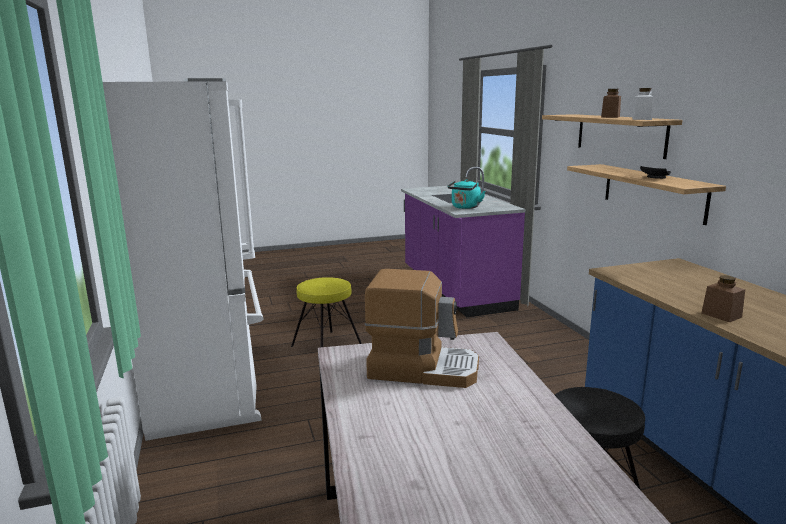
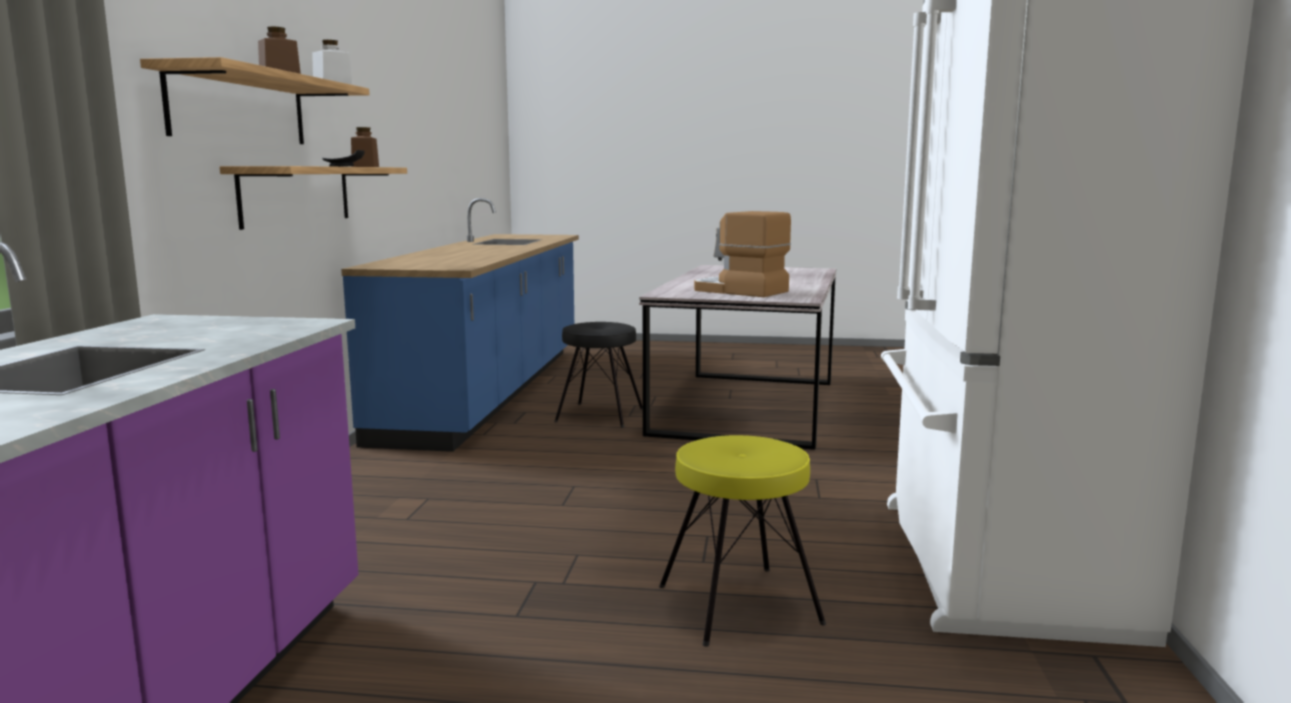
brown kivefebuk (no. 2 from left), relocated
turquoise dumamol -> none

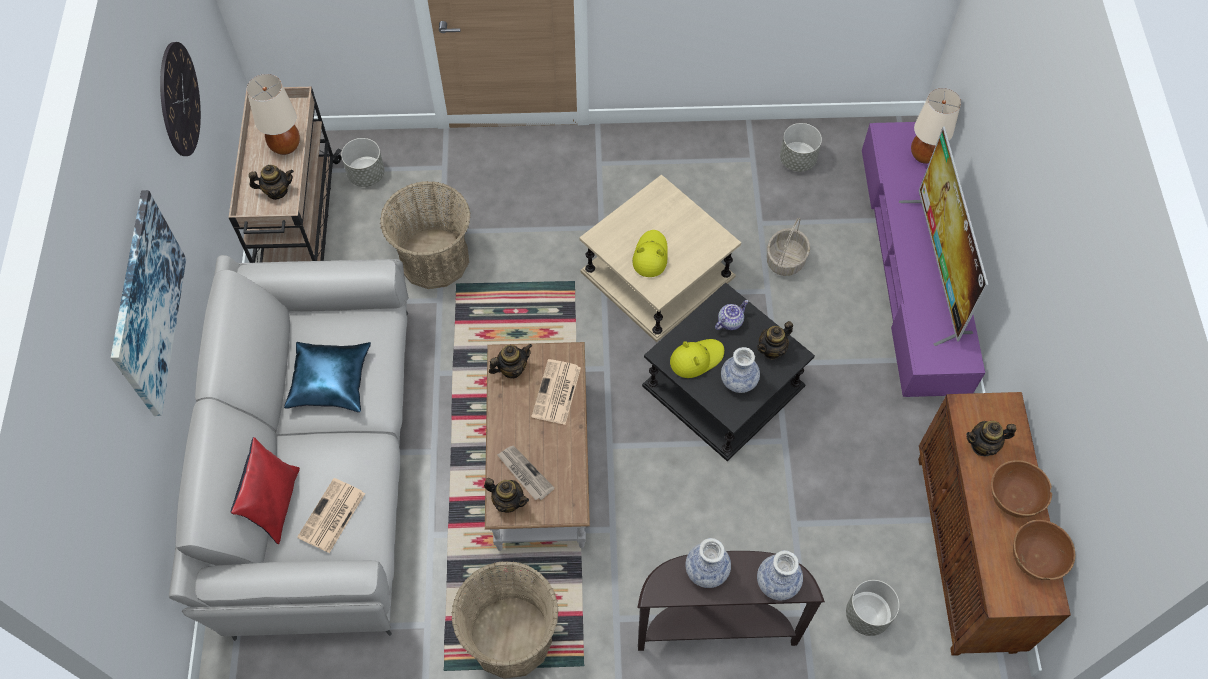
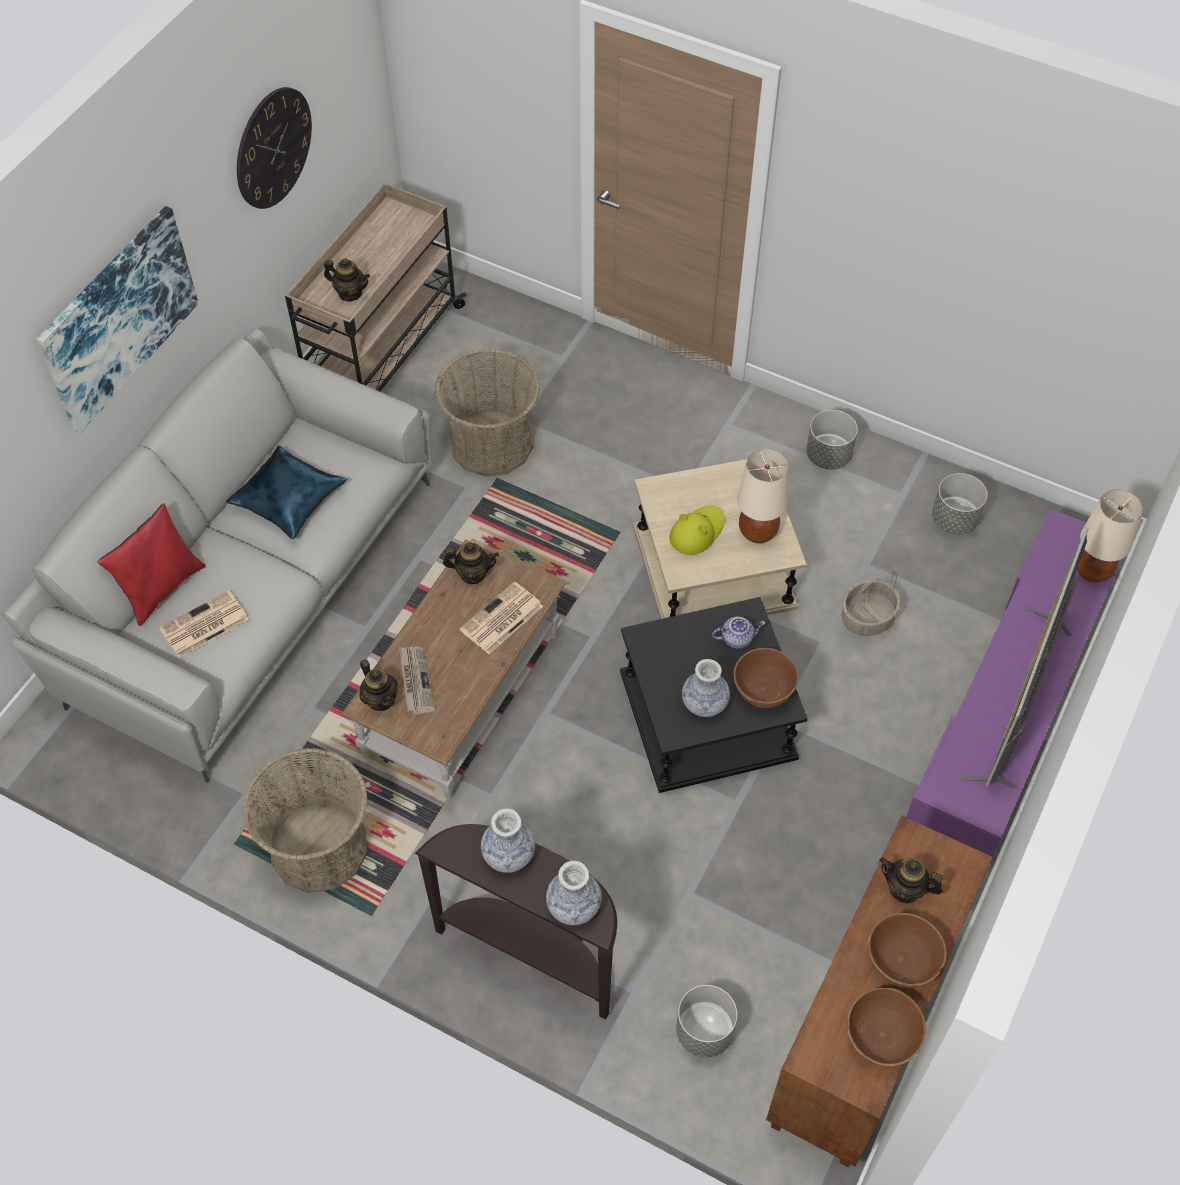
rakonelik (no. 5 from left) -> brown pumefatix (no. 1 from left)
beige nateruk (no. 1 from left), relocated
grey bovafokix (no. 1 from left in the first image) -> grey bovafokix (no. 2 from left), relocated
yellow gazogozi (no. 2 from left) -> none

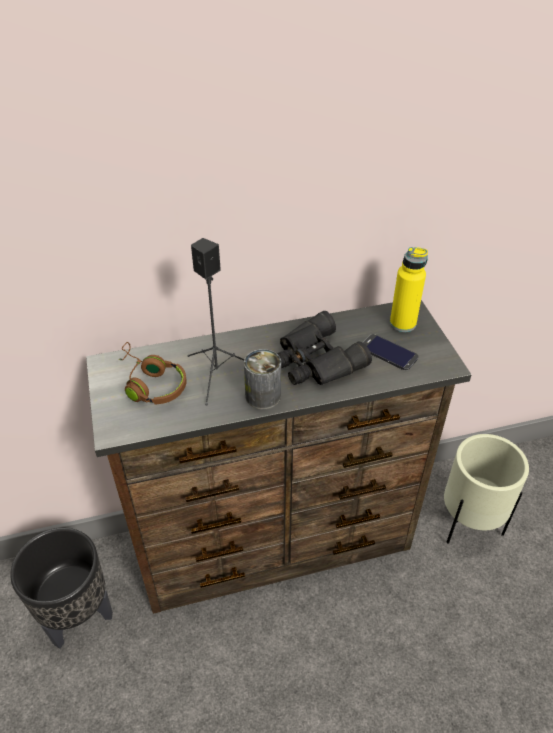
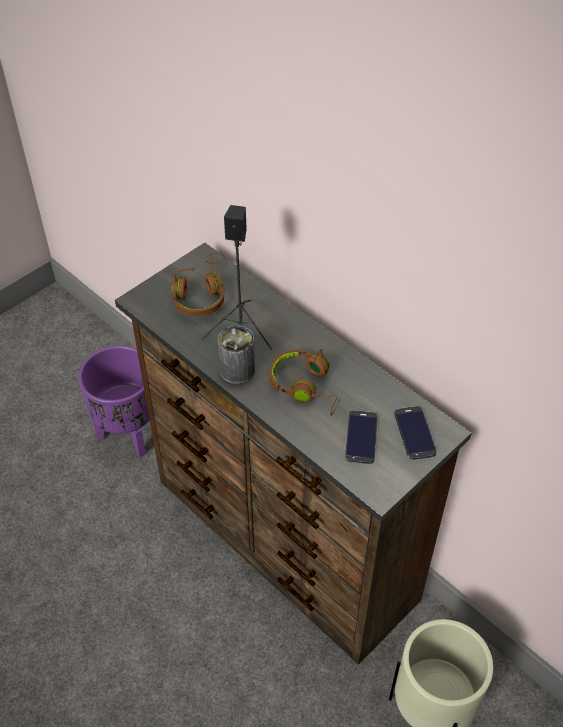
black bovafokix -> purple bovafokix
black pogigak -> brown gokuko (no. 2 from left)
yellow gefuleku -> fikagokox (no. 2 from left)

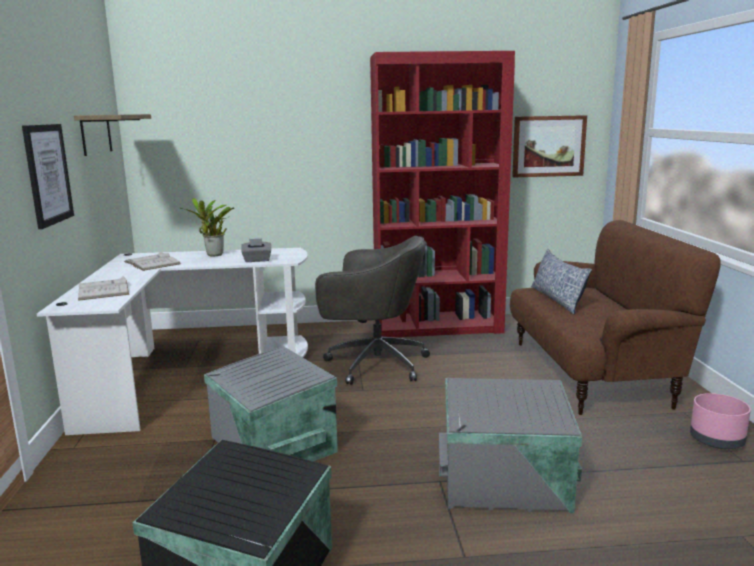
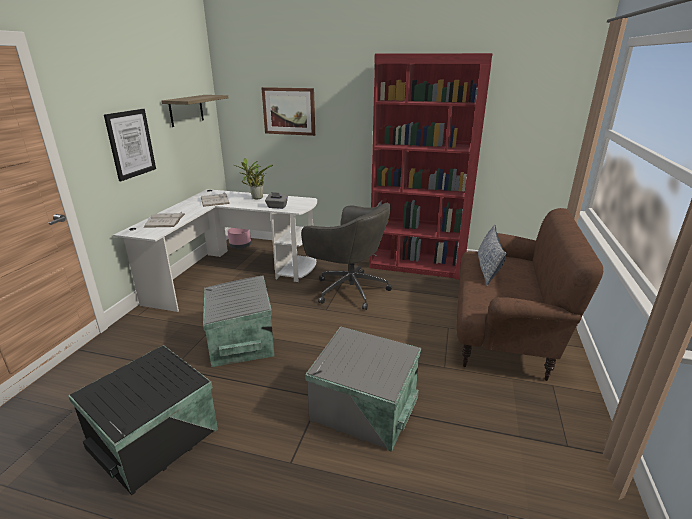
pink bovafokix, relocated
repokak (no. 2 from left), relocated

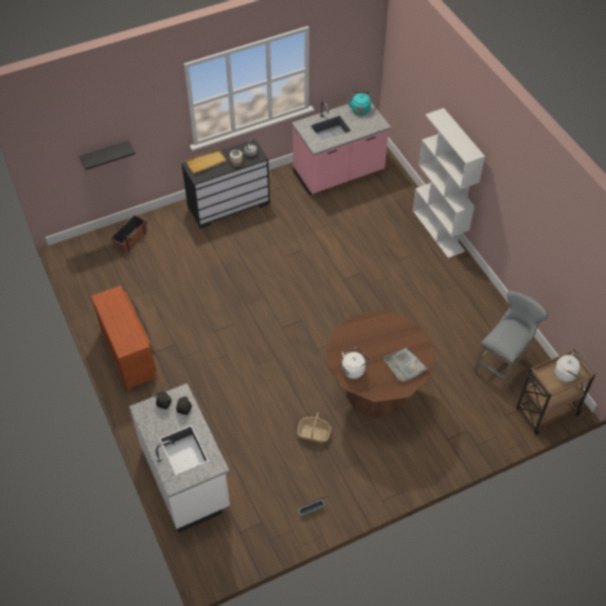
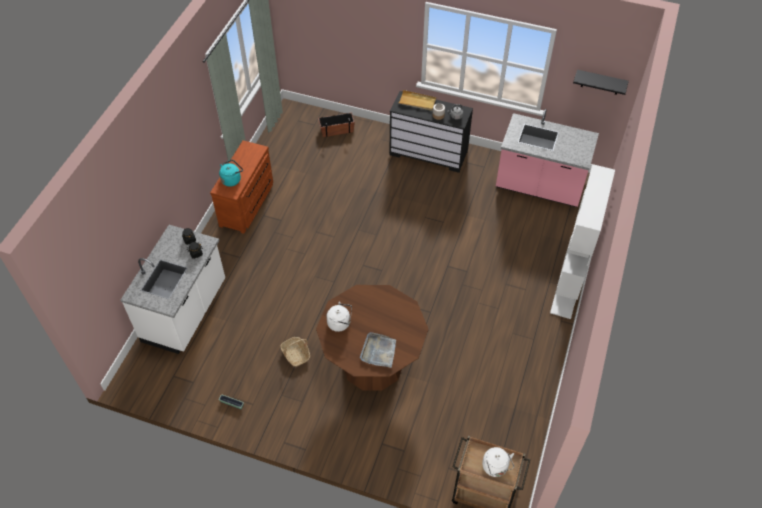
turquoise dumamol, relocated
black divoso, relocated
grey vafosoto -> none

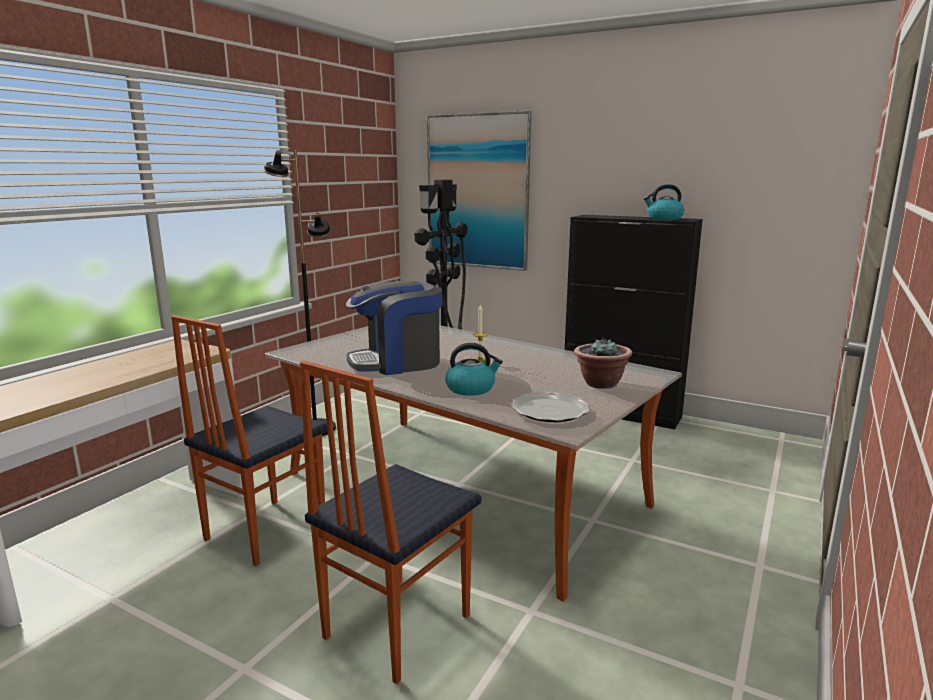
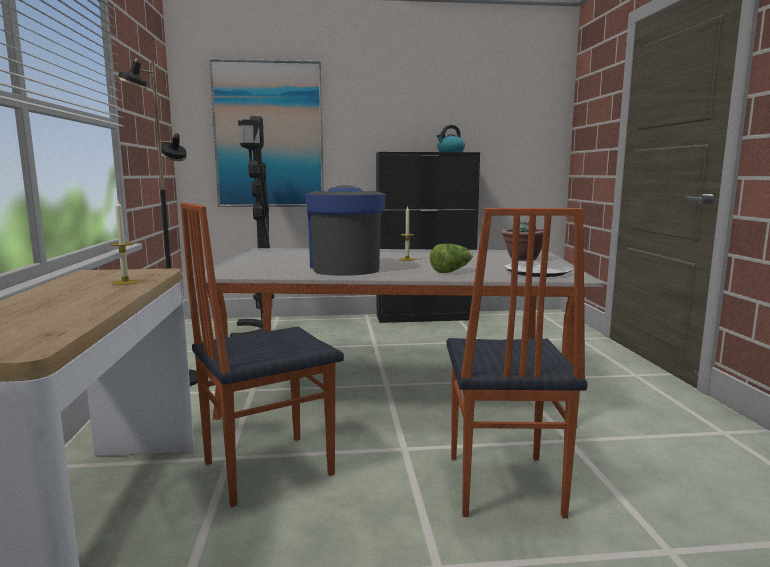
none -> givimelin (no. 1 from left)
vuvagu (no. 1 from left), 60 degrees clockwise
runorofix, 135 degrees clockwise
dumamol (no. 1 from left) -> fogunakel

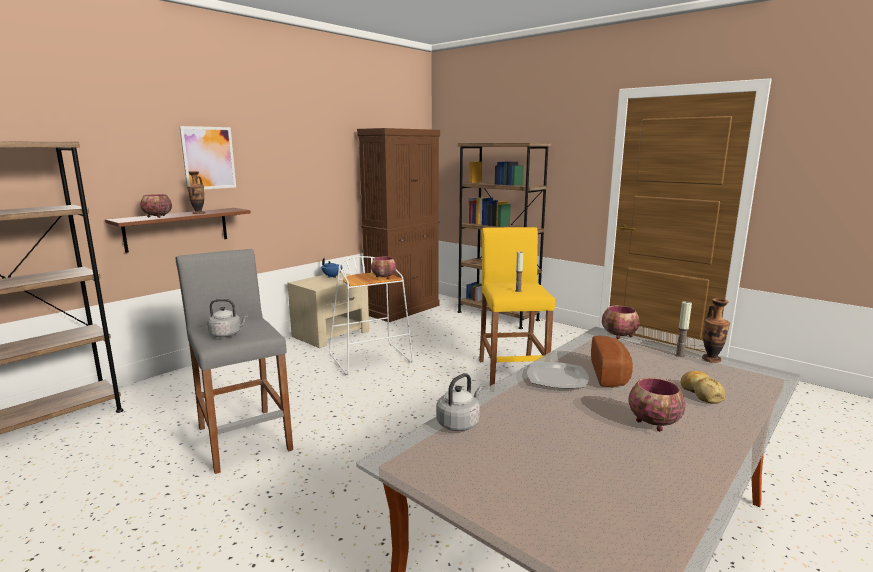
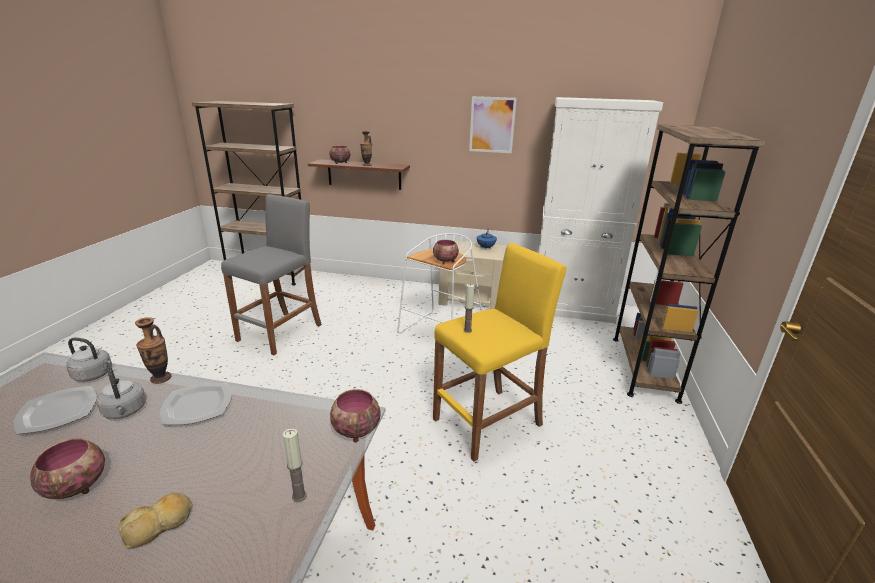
none -> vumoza (no. 1 from left)
grey dumamol (no. 1 from left in the first image) -> grey dumamol (no. 2 from left), relocated
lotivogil (no. 2 from left in the first image) -> lotivogil (no. 1 from left), relocated
repokak, relocated
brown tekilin -> white tekilin
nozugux (no. 1 from left) -> none

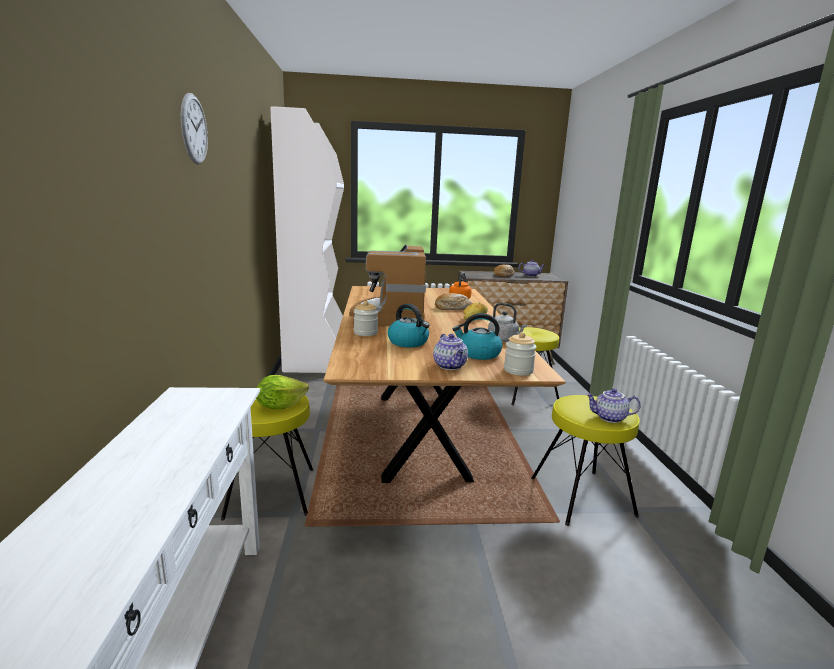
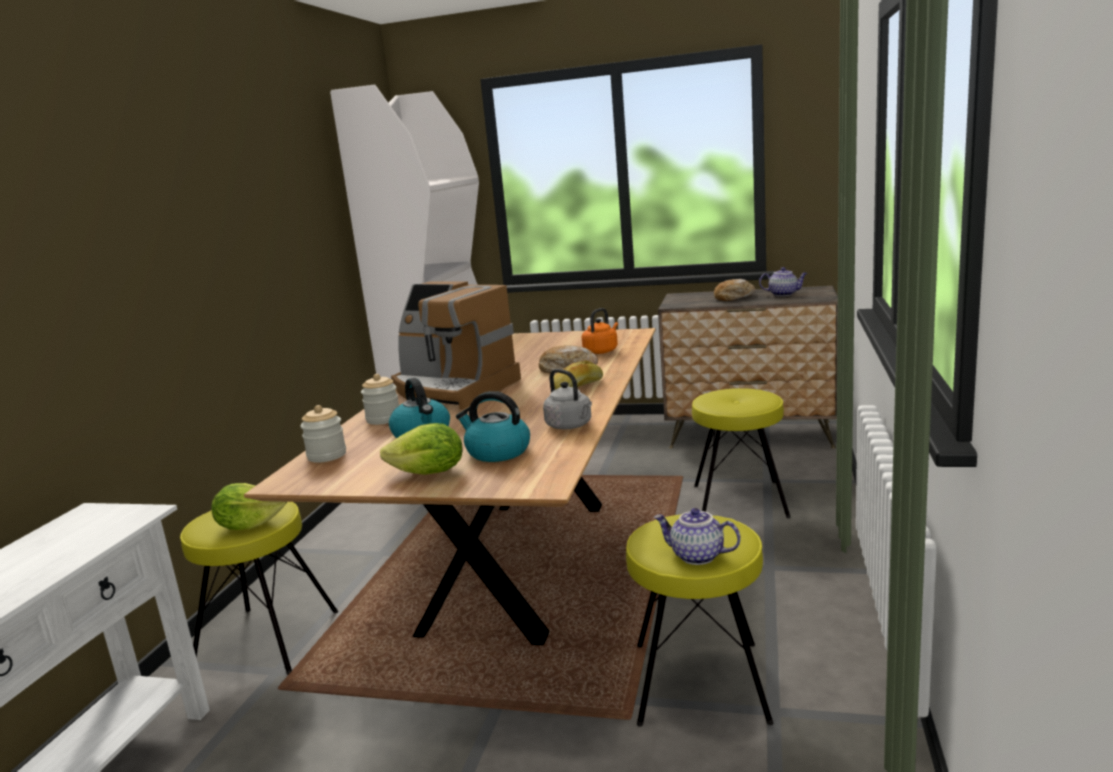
kivefebuk (no. 2 from left in the first image) -> kivefebuk (no. 1 from left), relocated
rakonelik (no. 1 from left) -> fogunakel (no. 2 from left)
runorofix, 75 degrees counterclockwise
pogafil -> none

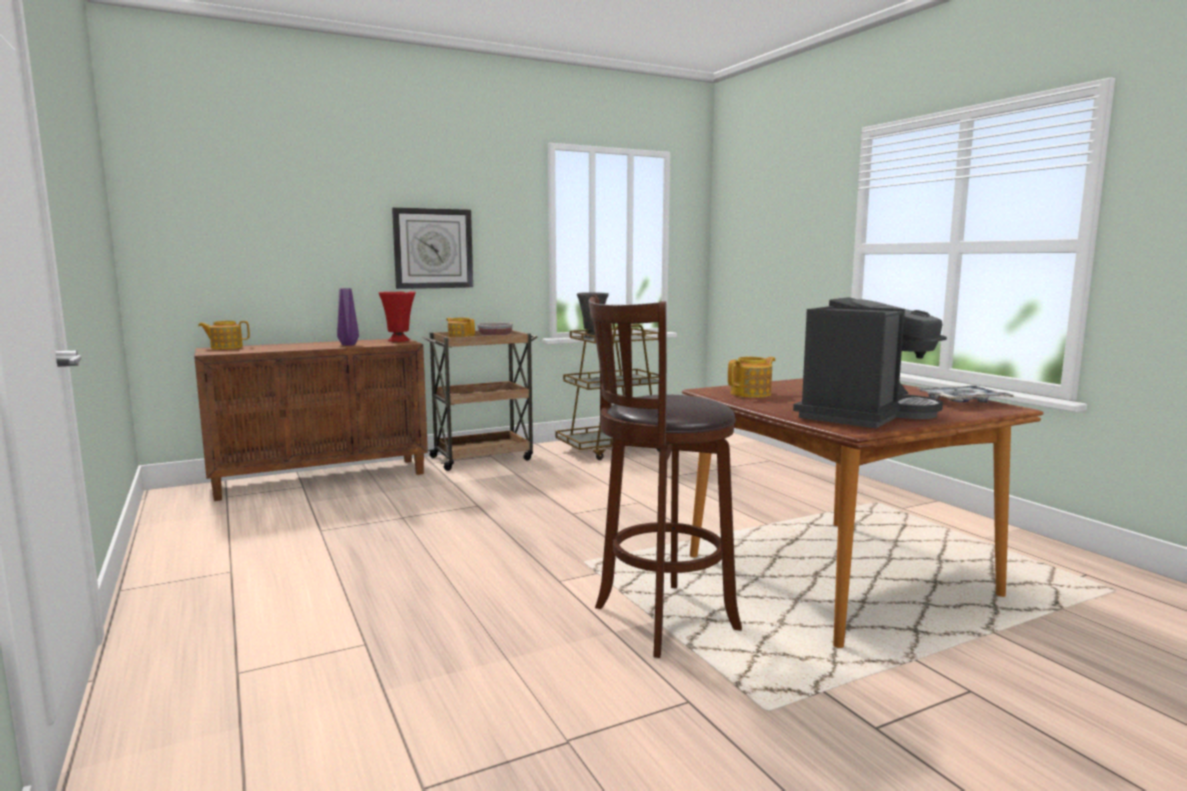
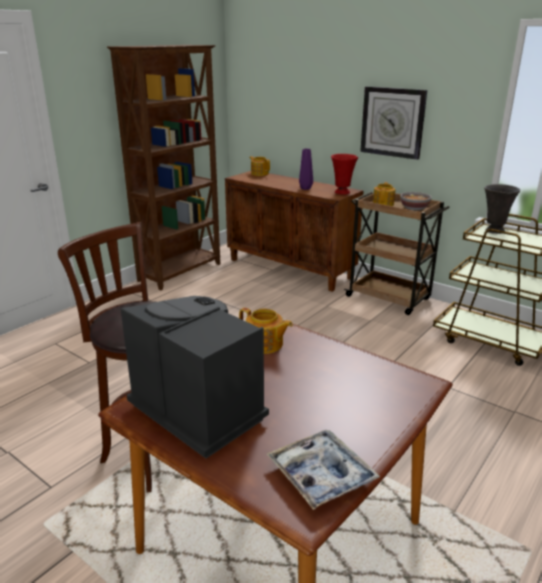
none -> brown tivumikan
runorofix, 150 degrees counterclockwise

